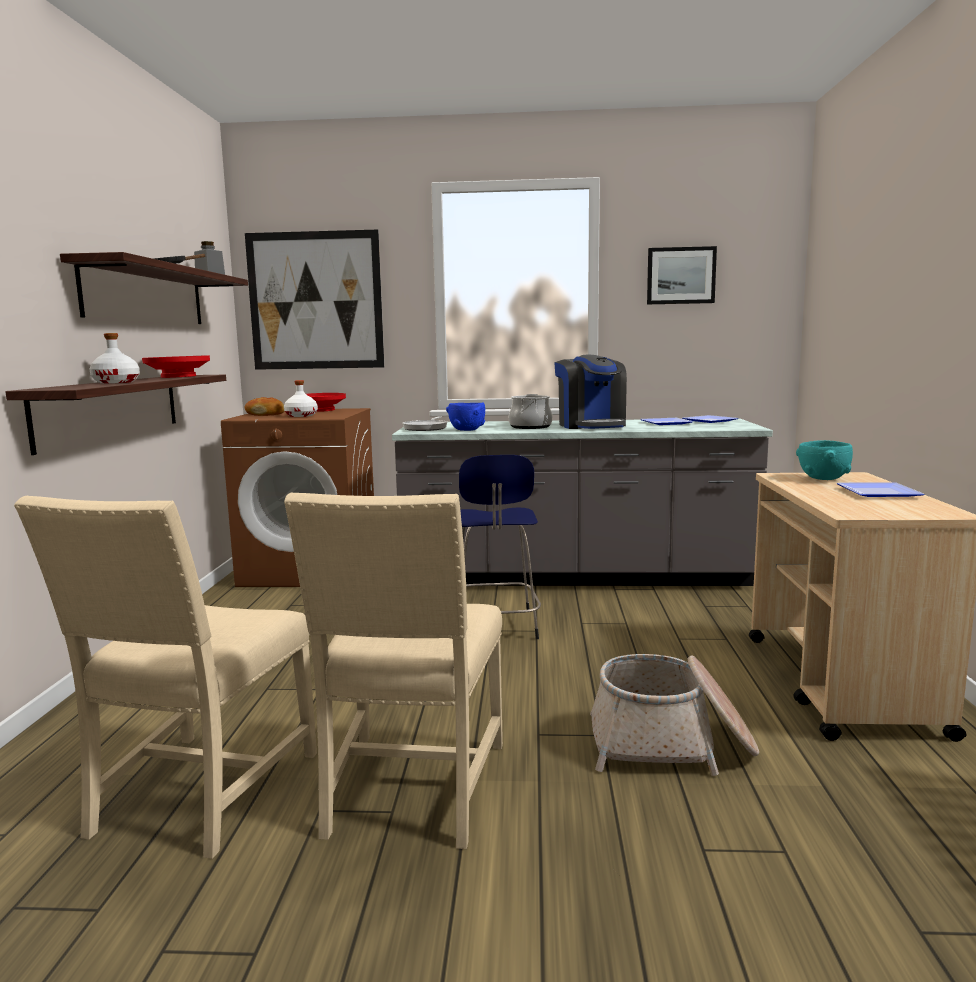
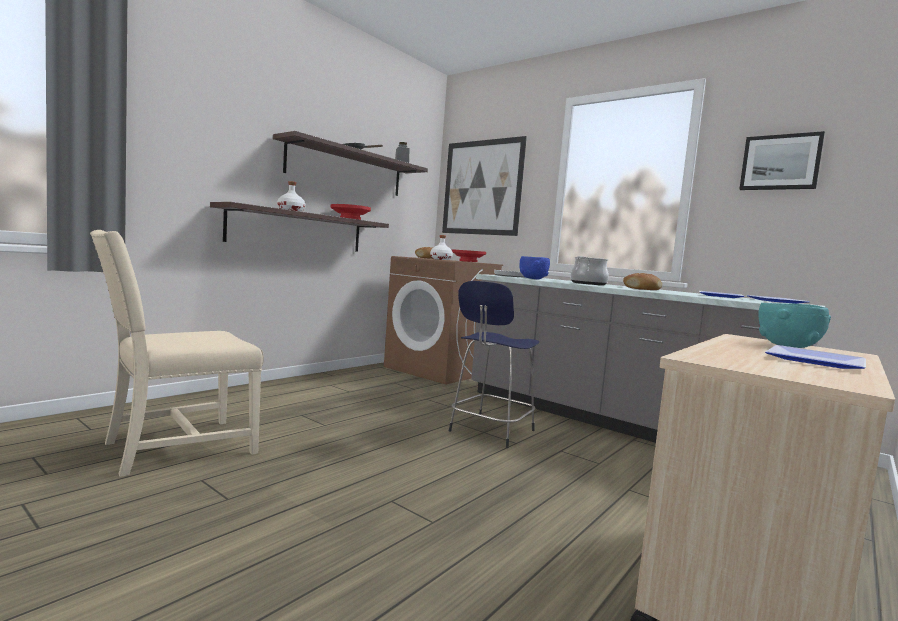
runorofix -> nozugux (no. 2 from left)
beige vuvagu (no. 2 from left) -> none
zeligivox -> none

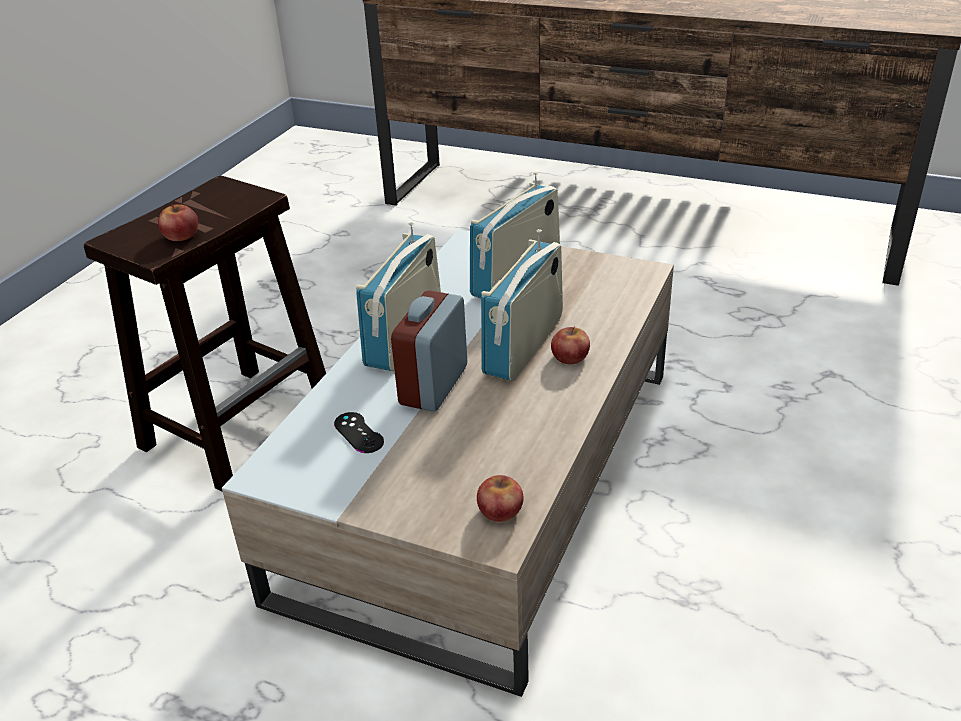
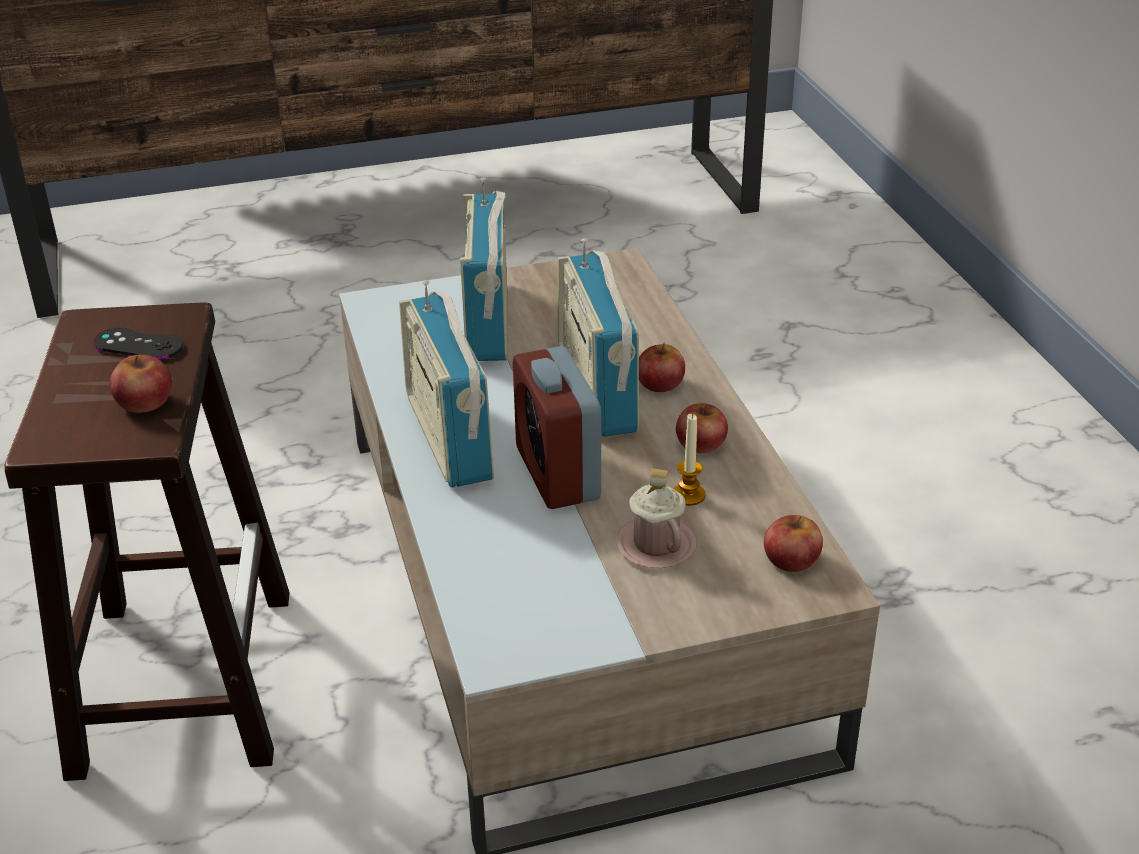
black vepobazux, relocated
none -> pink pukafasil
none -> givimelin
none -> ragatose (no. 3 from left)

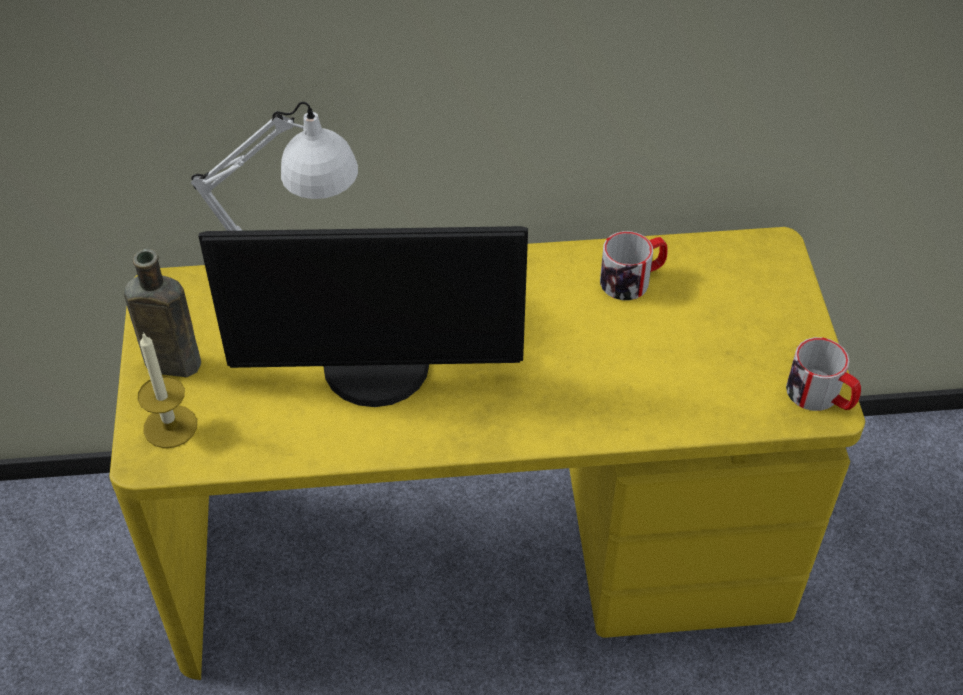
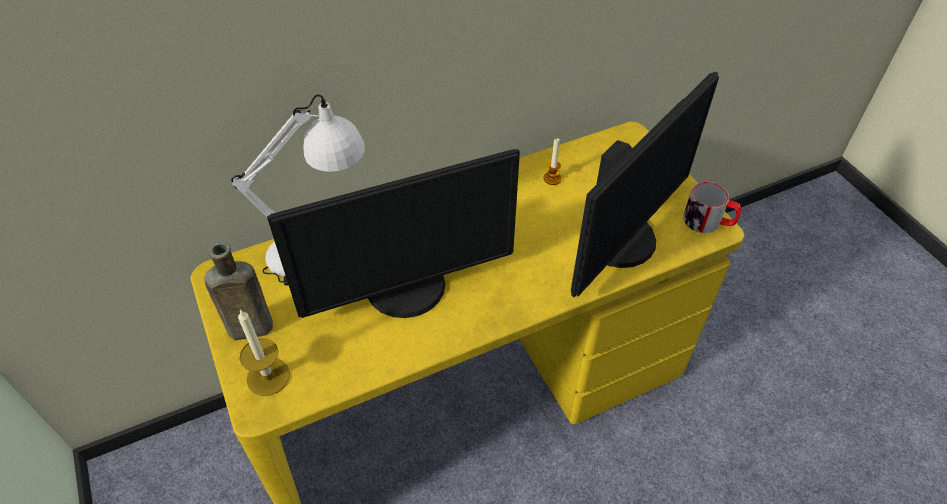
pukafasil (no. 1 from left) -> givimelin (no. 2 from left)
none -> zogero (no. 2 from left)

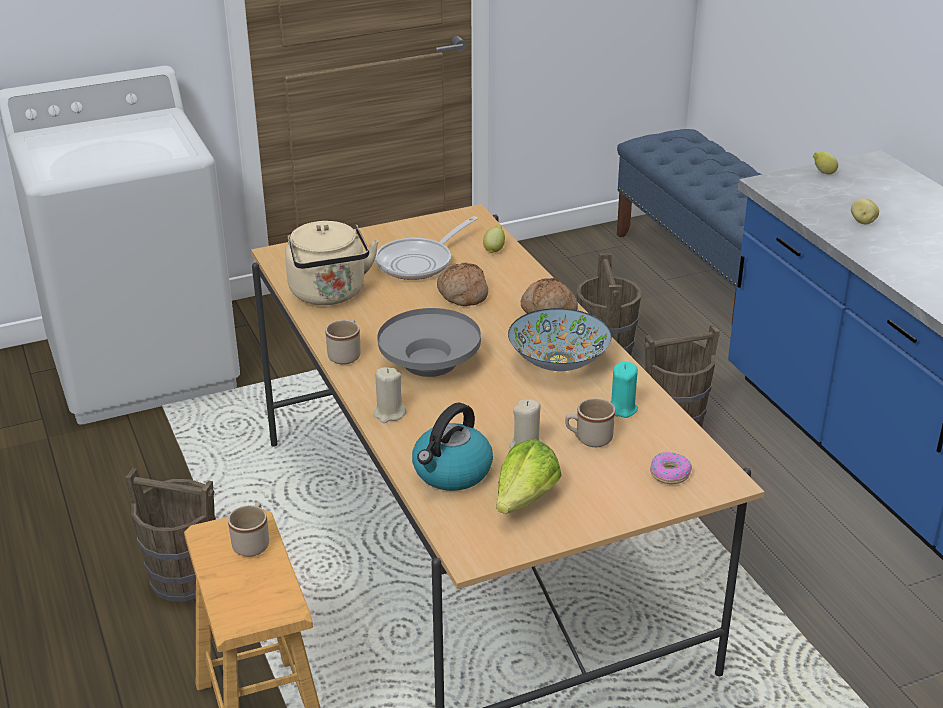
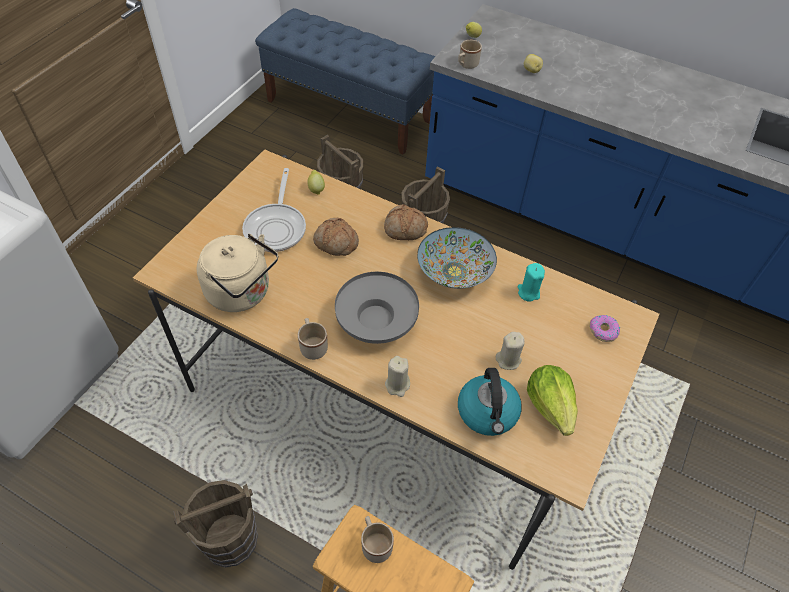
beige pukafasil (no. 3 from left), relocated

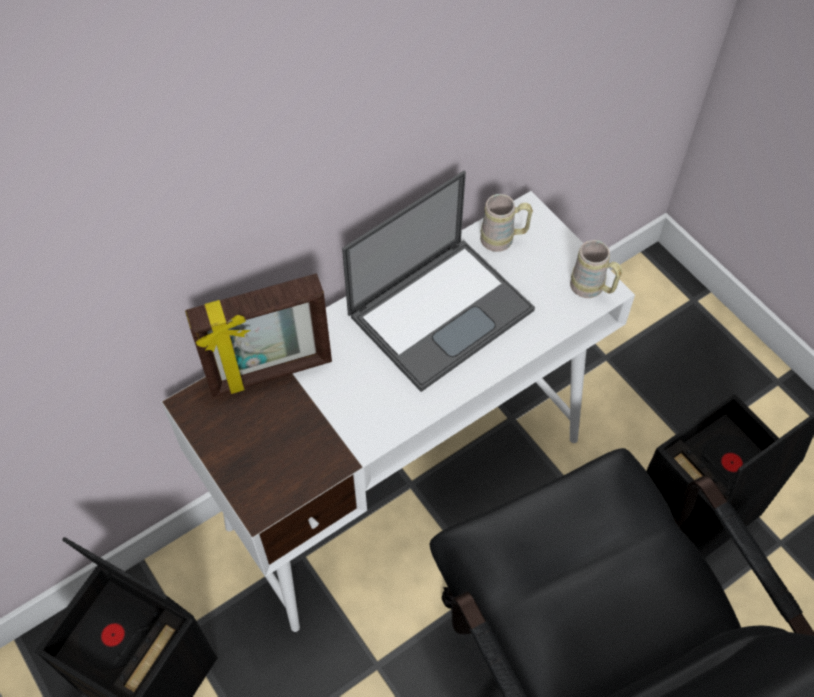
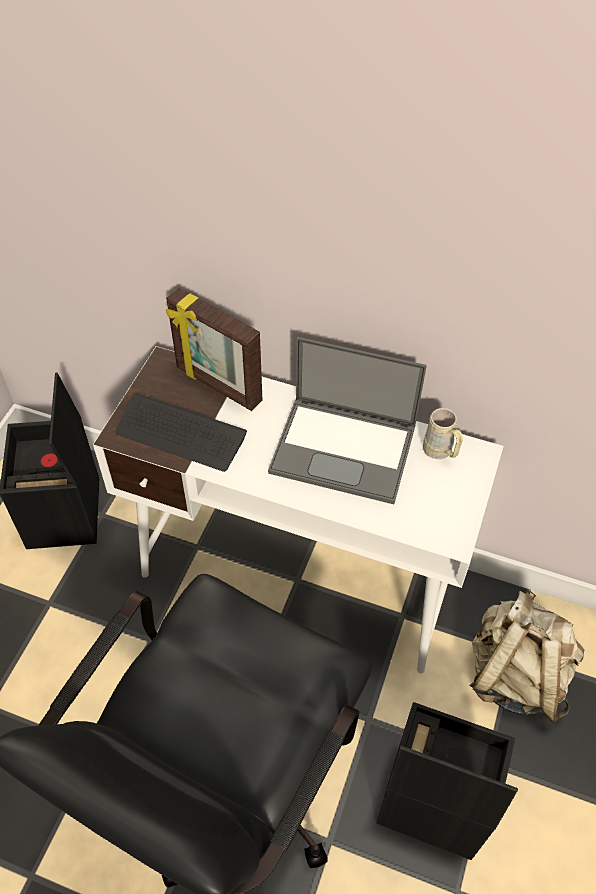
none -> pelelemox
none -> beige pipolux
beige pukafasil (no. 2 from left) -> none

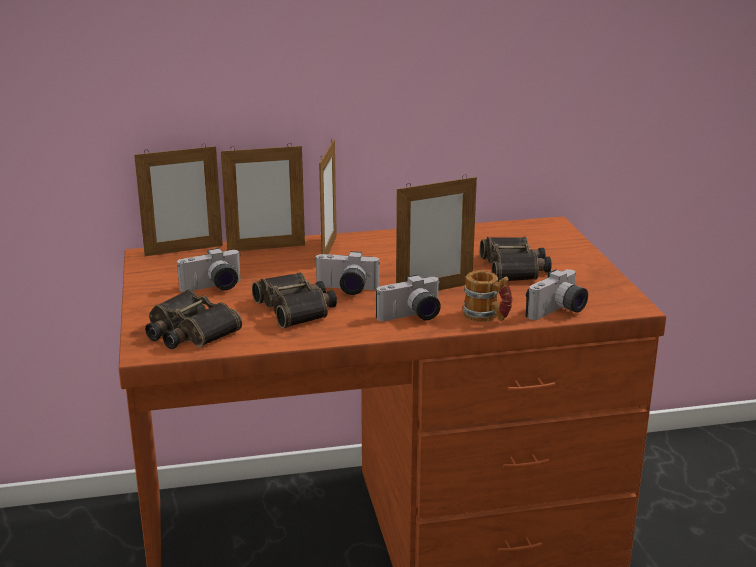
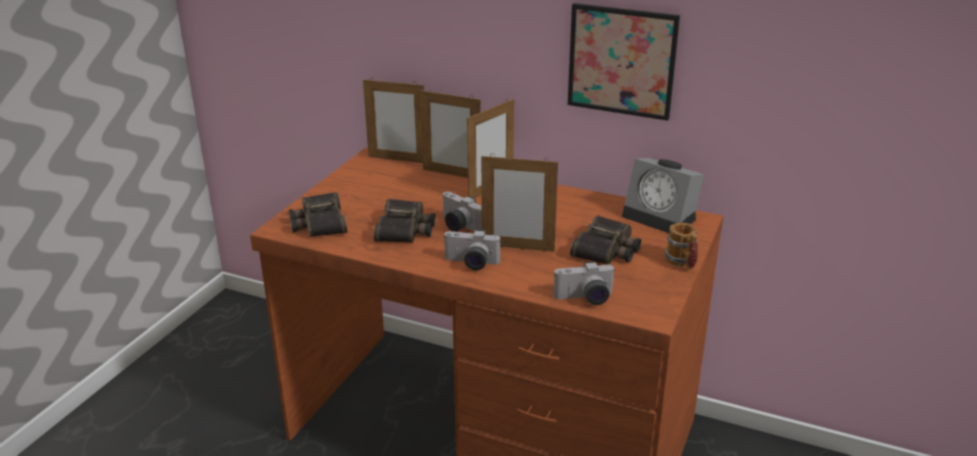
none -> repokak
none -> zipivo
pukafasil, relocated
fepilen (no. 1 from left) -> none

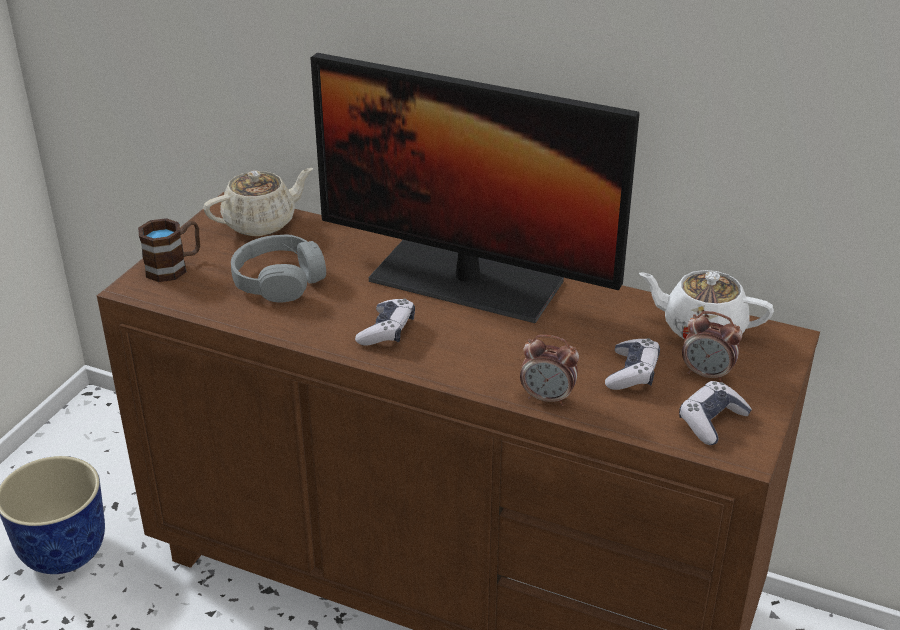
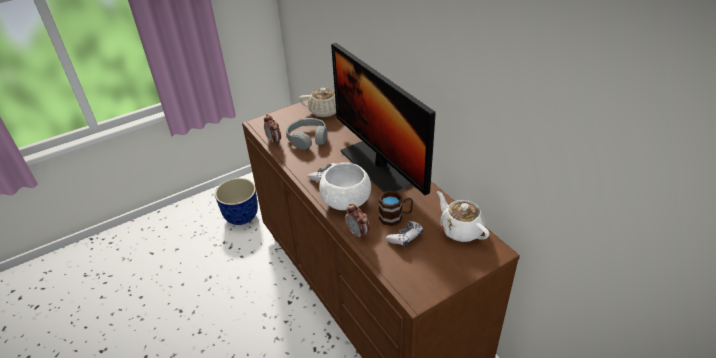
zipivo (no. 2 from left in the first image) -> zipivo (no. 1 from left), relocated
none -> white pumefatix
brown pukafasil, relocated
vepobazux (no. 3 from left) -> none

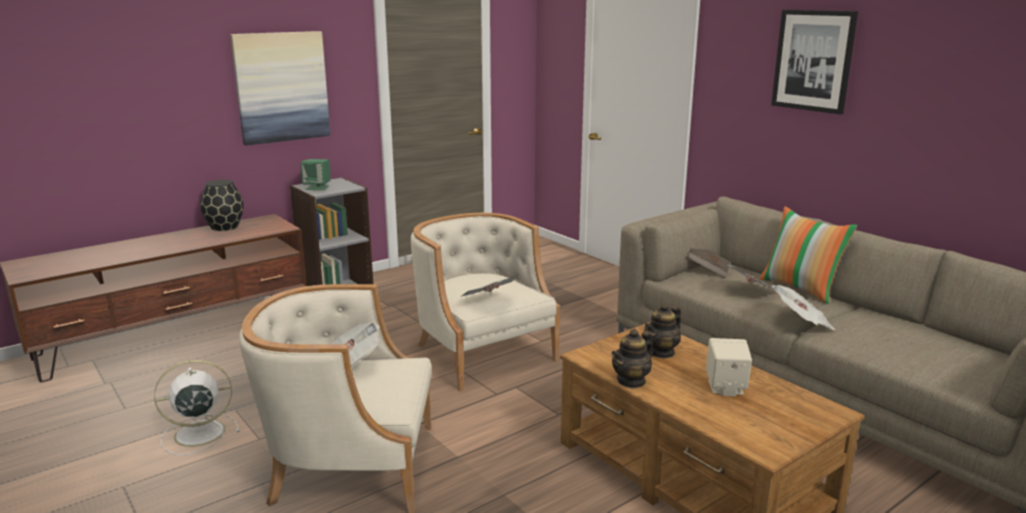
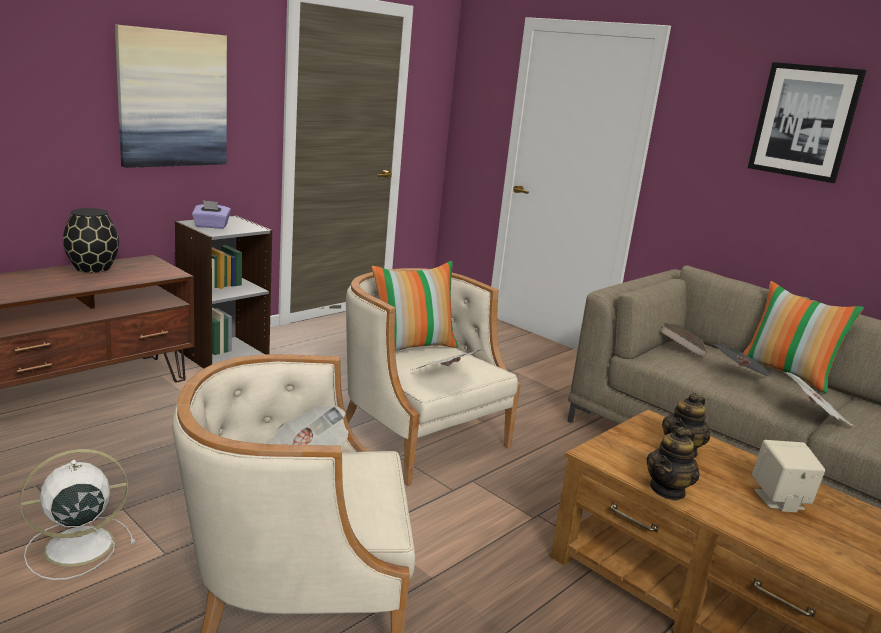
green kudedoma -> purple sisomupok
none -> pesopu (no. 1 from left)

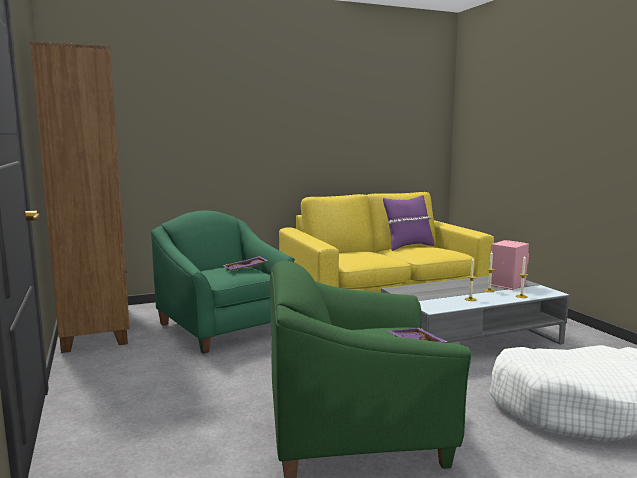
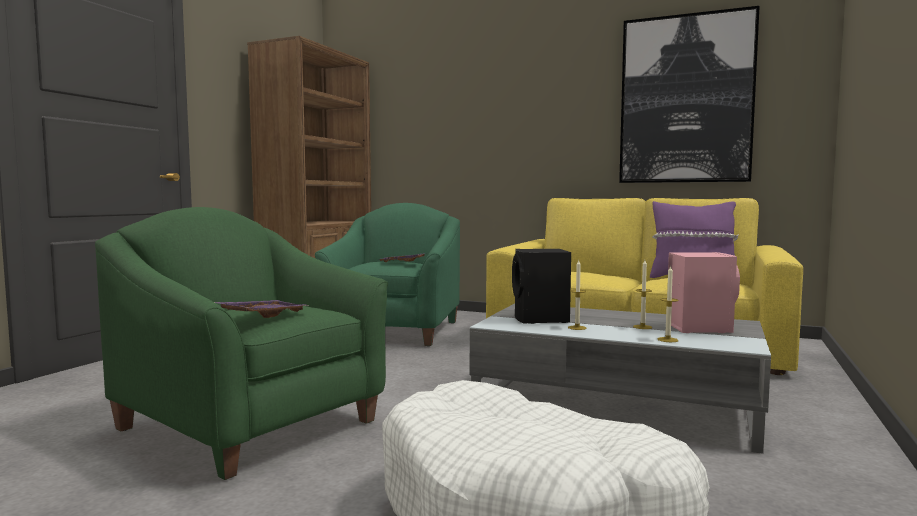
none -> black kudedoma
none -> repokak

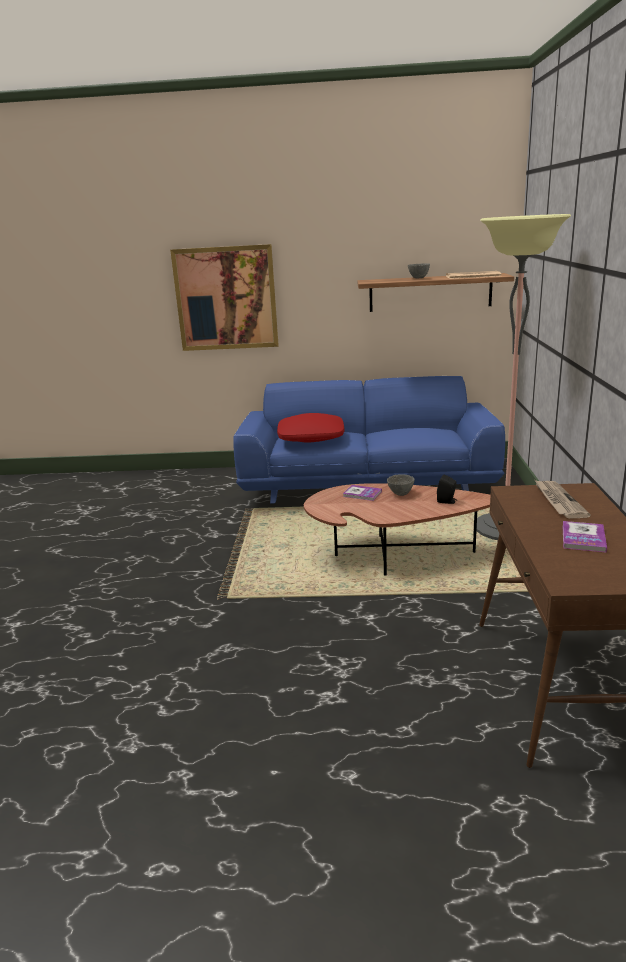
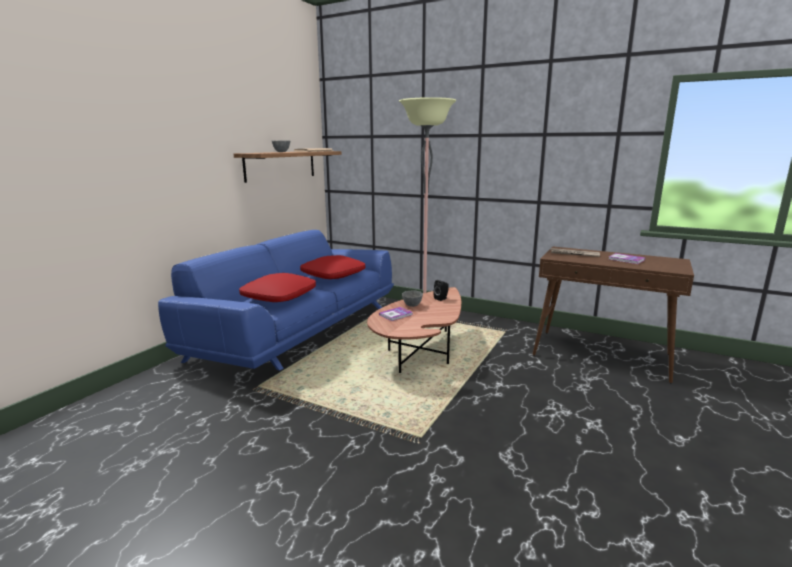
none -> red pesopu (no. 2 from left)
repokak -> none

